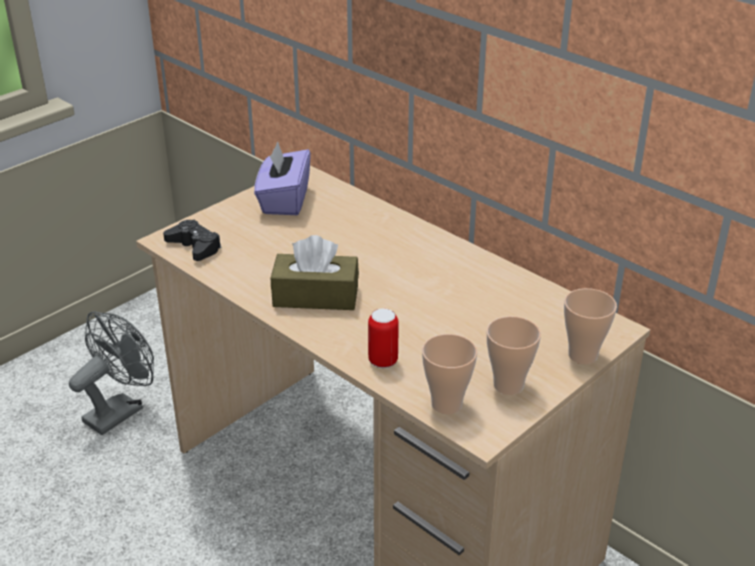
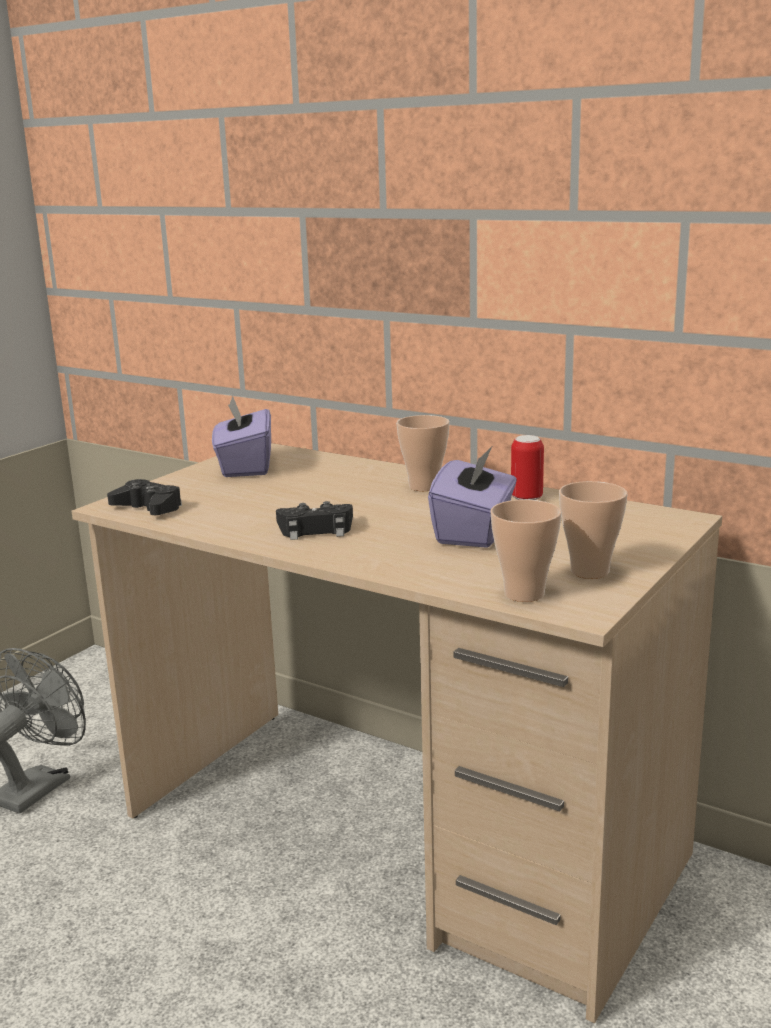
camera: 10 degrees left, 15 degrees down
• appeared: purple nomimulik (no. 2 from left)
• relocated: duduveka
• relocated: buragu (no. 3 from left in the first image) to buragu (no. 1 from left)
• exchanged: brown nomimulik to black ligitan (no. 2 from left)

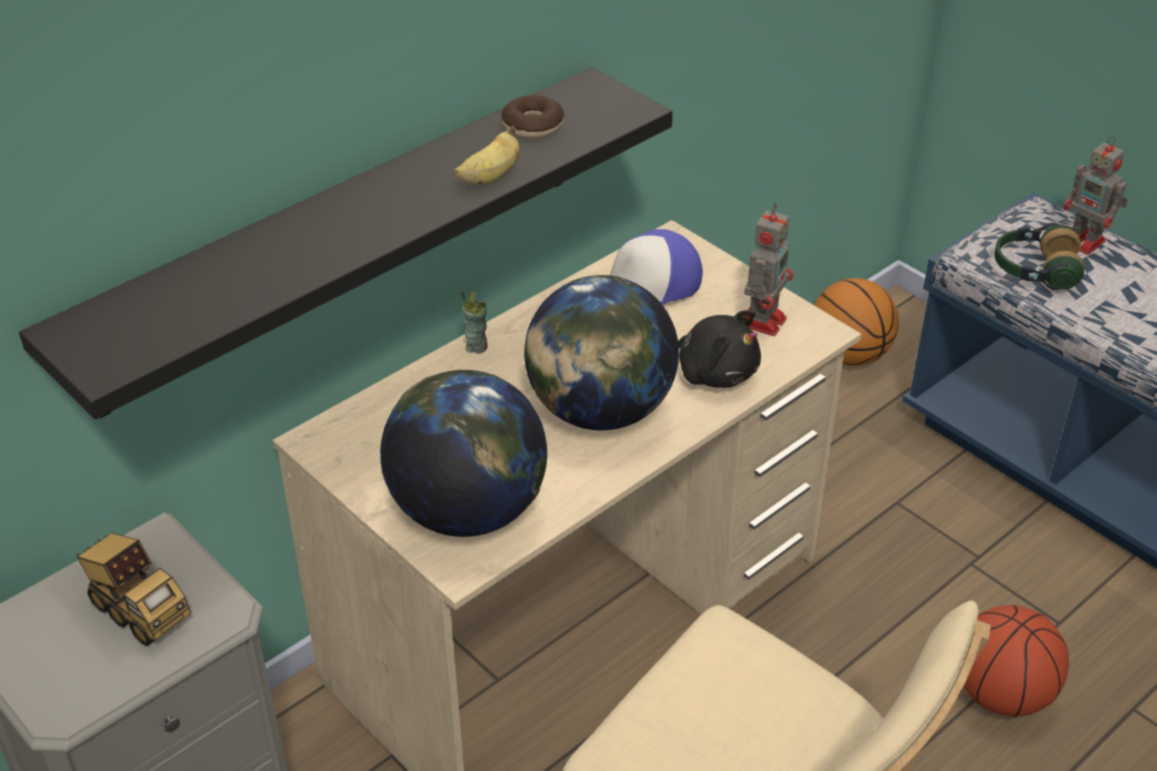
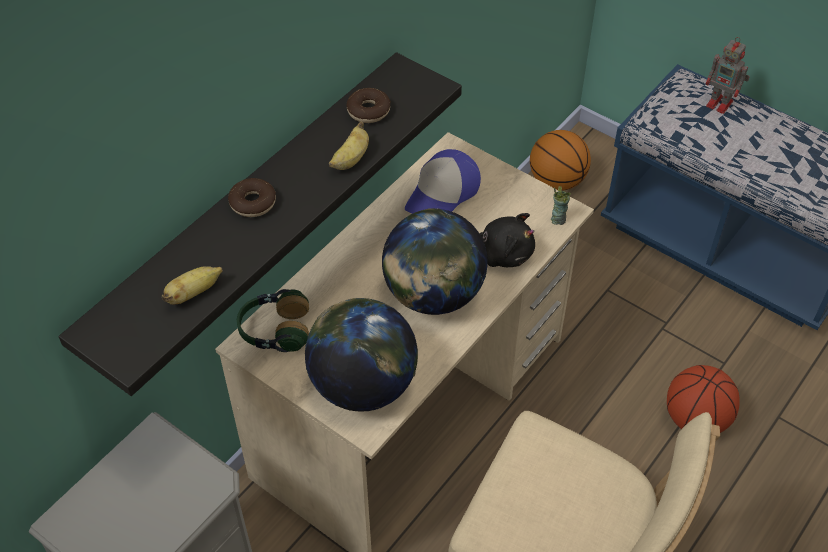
camera: 10 degrees left, 10 degrees up
• missing: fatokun
• missing: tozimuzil (no. 1 from left)
• appeared: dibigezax (no. 1 from left)
• appeared: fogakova (no. 1 from left)
• relocated: buragu
• relocated: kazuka

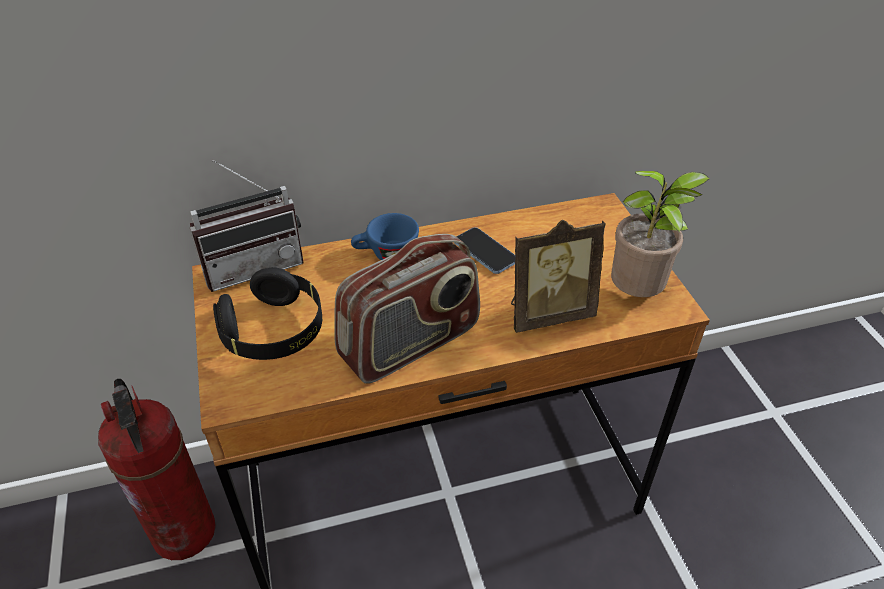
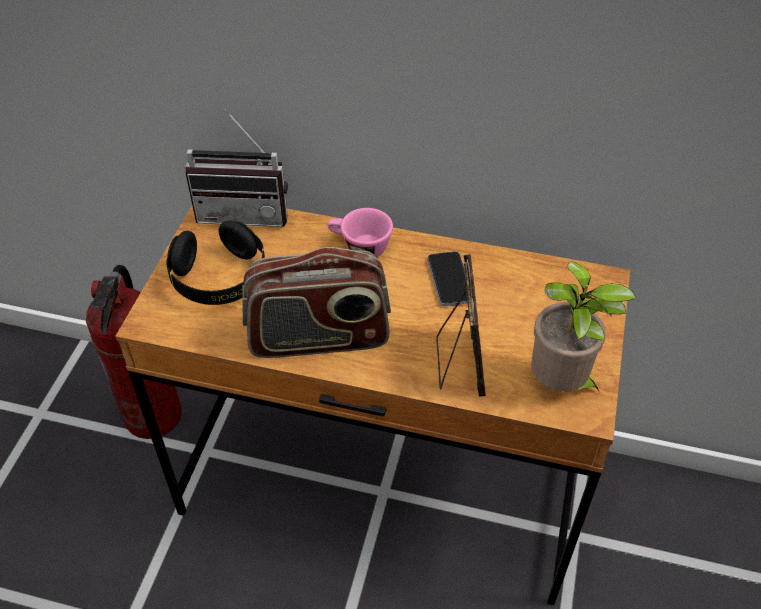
camera: 30 degrees right, 5 degrees up
• colour: blue buragu to pink buragu
• spun: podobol 105 degrees counterclockwise

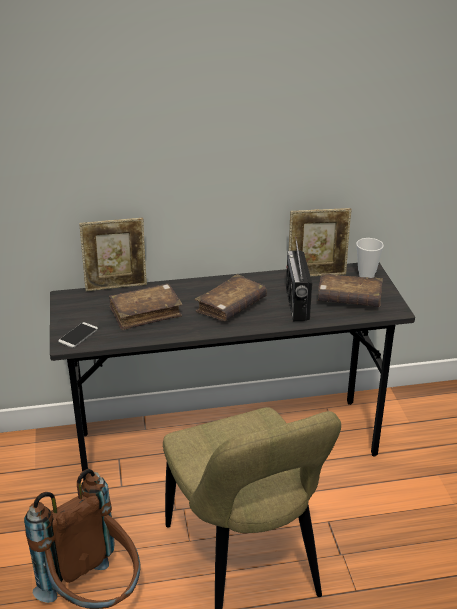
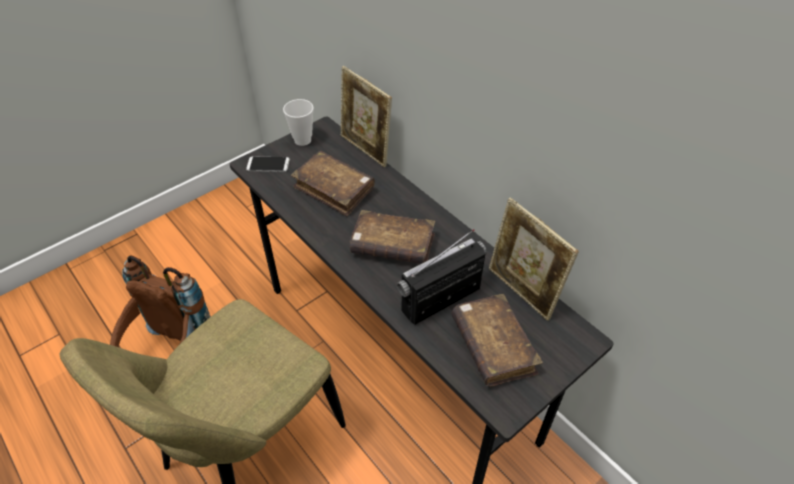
camera: 60 degrees right, 15 degrees up
• relocated: buragu

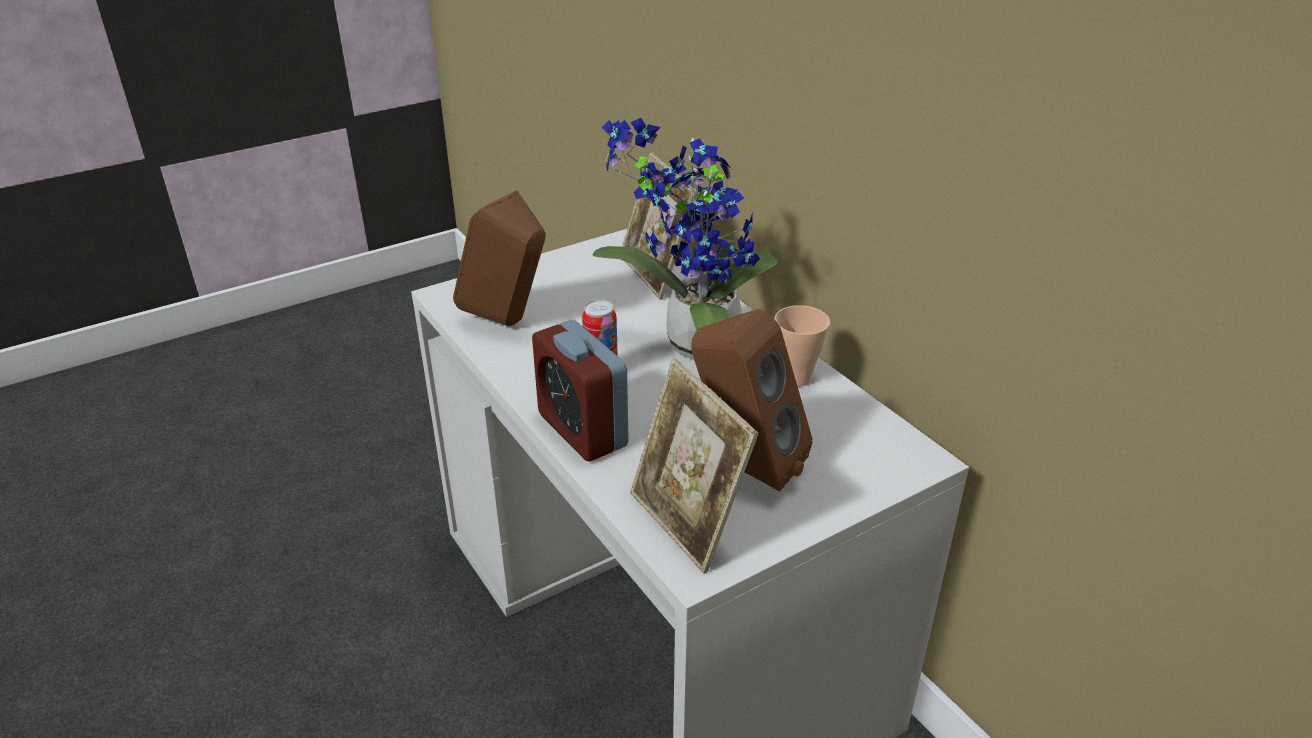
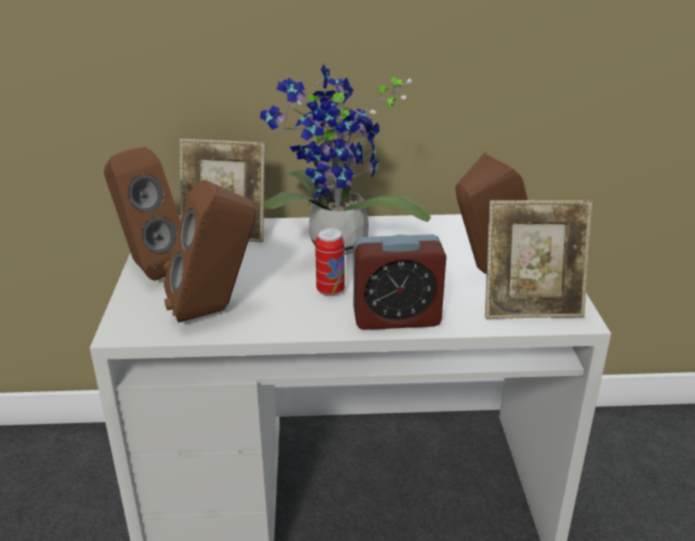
camera: 60 degrees left, 5 degrees down
• missing: buragu
• appeared: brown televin (no. 1 from left)

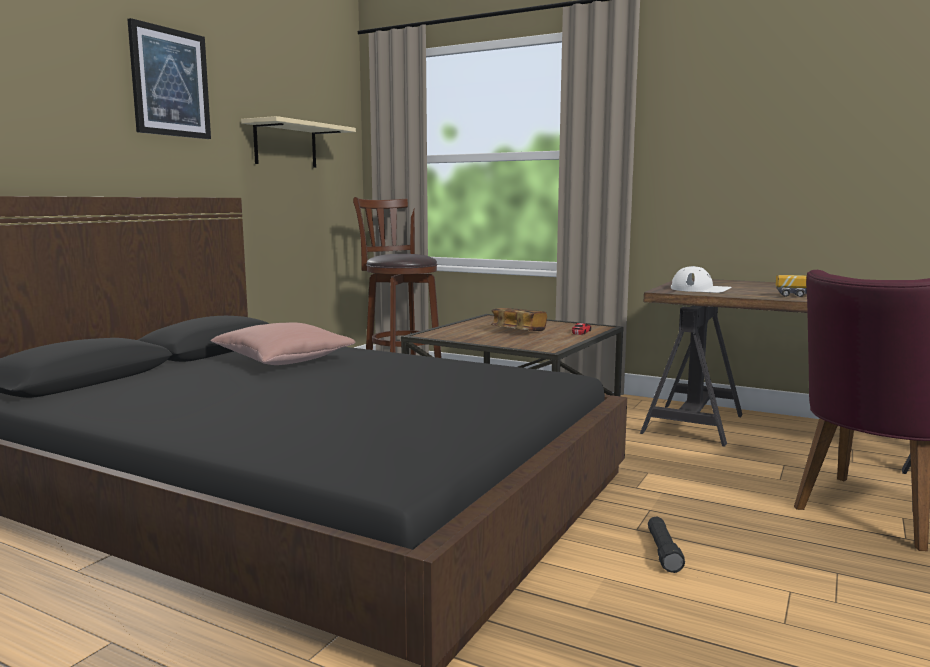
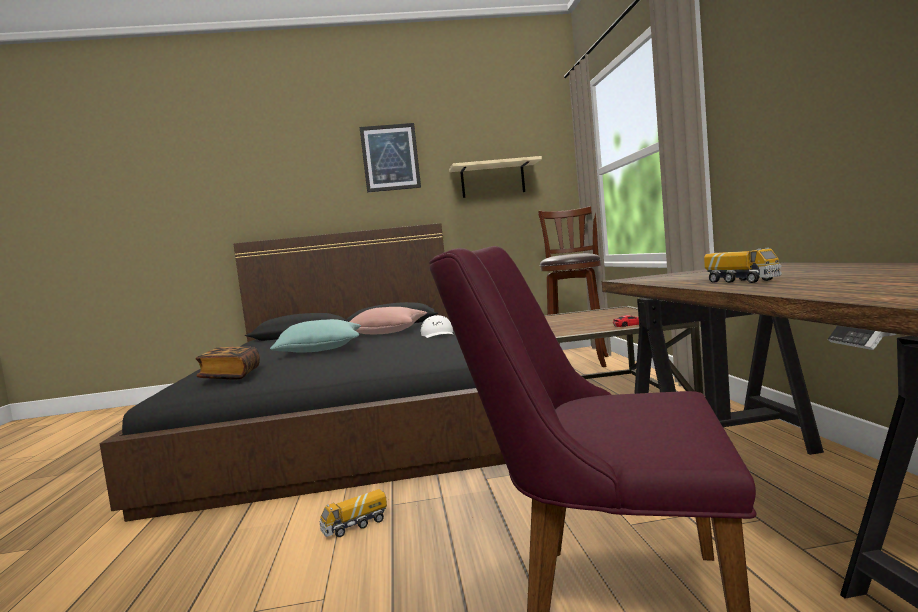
camera: 55 degrees right, 5 degrees down
• appeared: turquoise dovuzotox
• relocated: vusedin
• relocated: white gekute
• exchanged: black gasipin to fatokun (no. 1 from left)

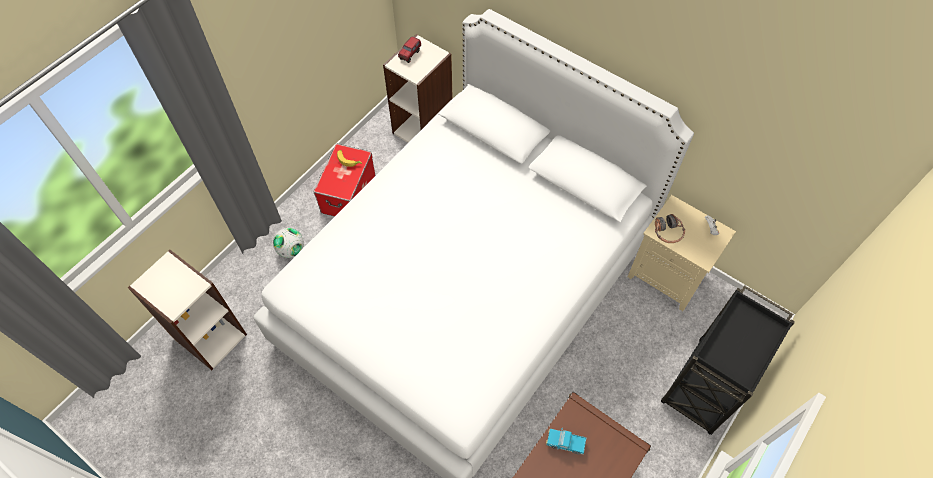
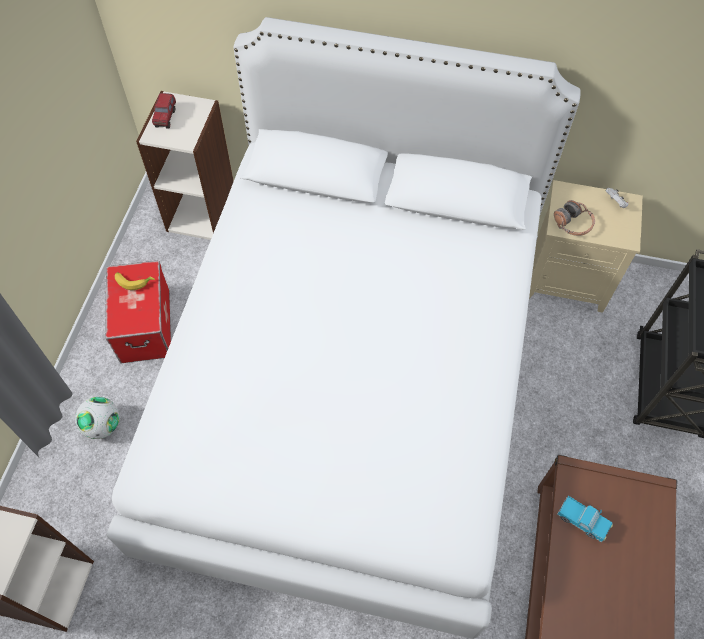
camera: 25 degrees left, 0 degrees up
• spun: fatokun (no. 2 from left) 135 degrees counterclockwise

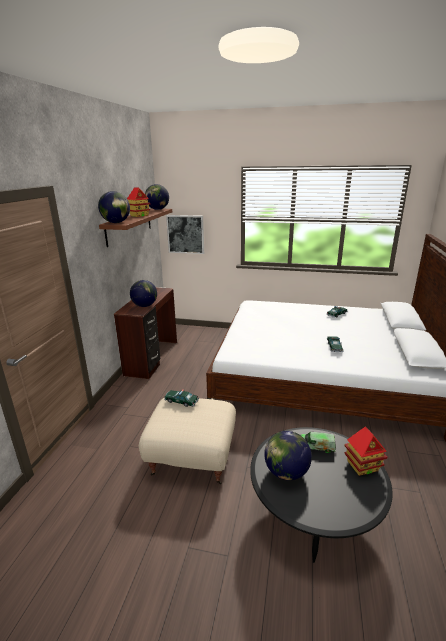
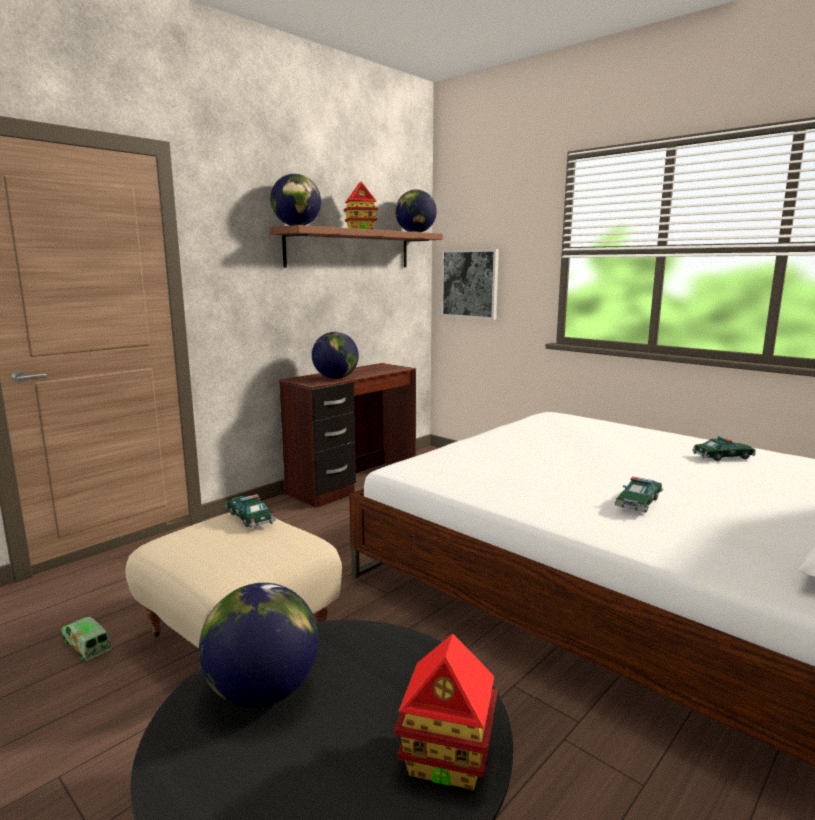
camera: 30 degrees right, 10 degrees down
• relocated: fatokun

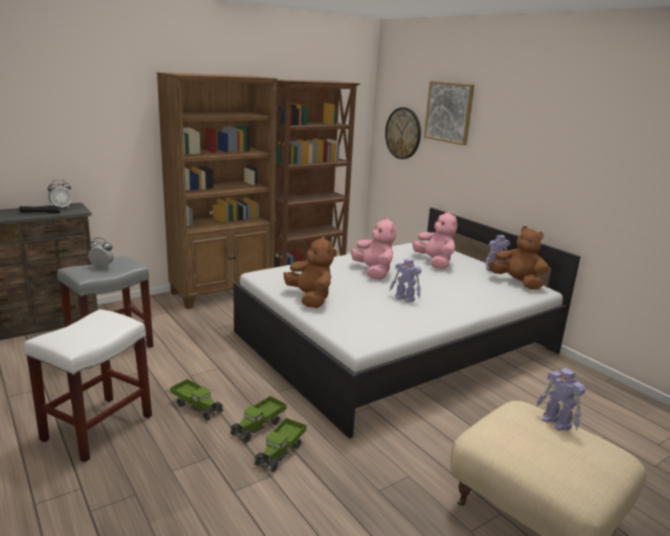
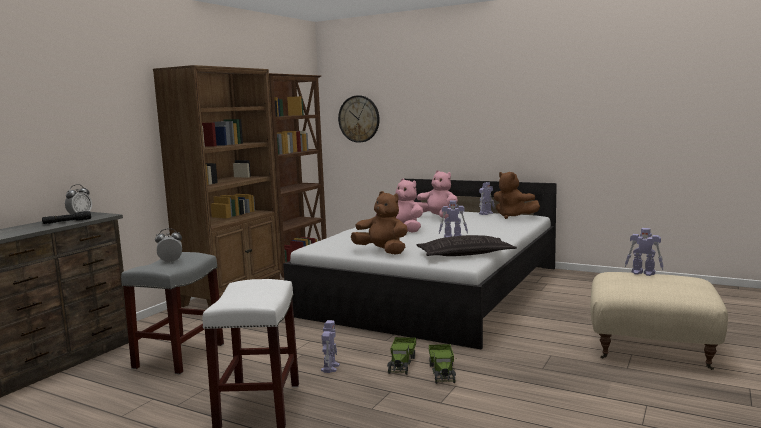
camera: 25 degrees left, 10 degrees down
• missing: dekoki
• appeared: dovuzotox
• exchanged: fatokun (no. 1 from left) to tozimuzil (no. 1 from left)
• spun: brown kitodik (no. 2 from left) 150 degrees counterclockwise

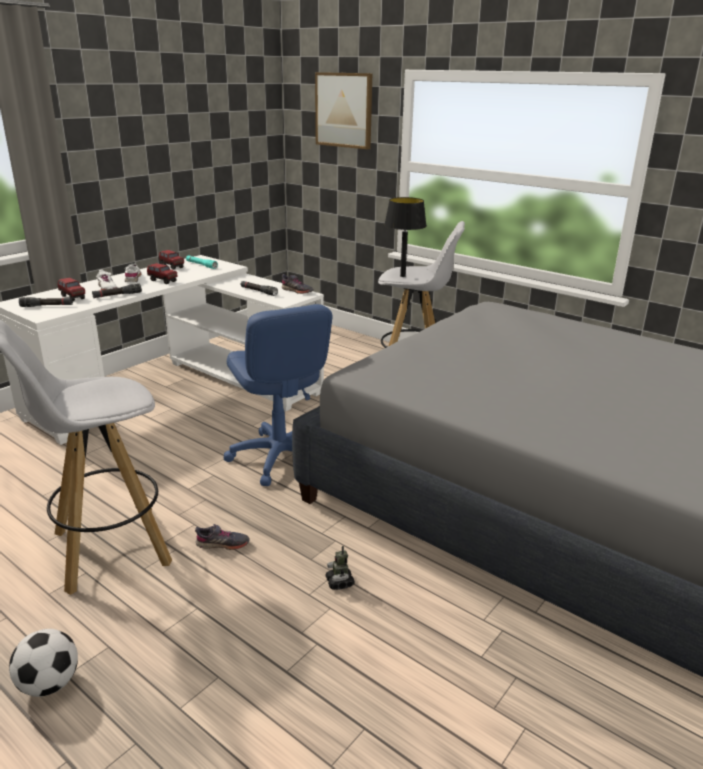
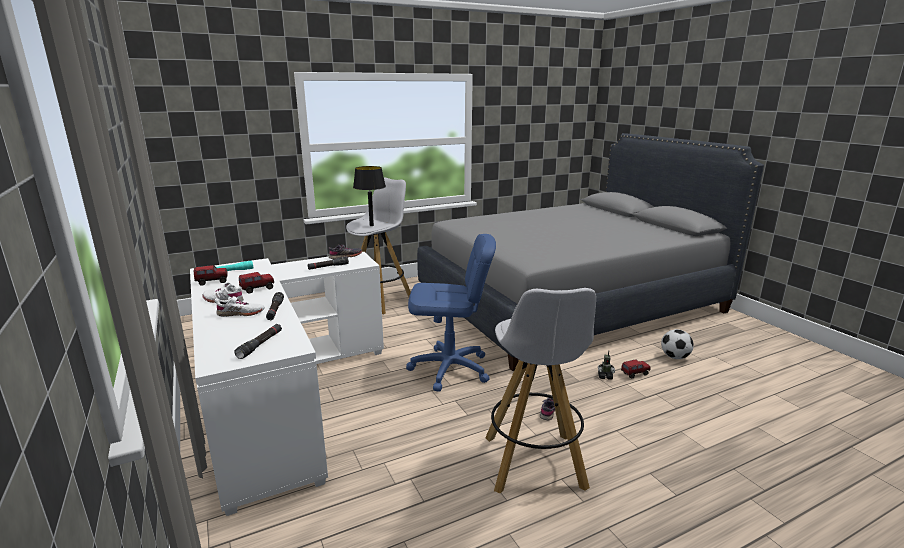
camera: 65 degrees left, 5 degrees down
• missing: dekoki
• relocated: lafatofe
• relocated: fatokun (no. 1 from left in the first image) to fatokun (no. 3 from left)

